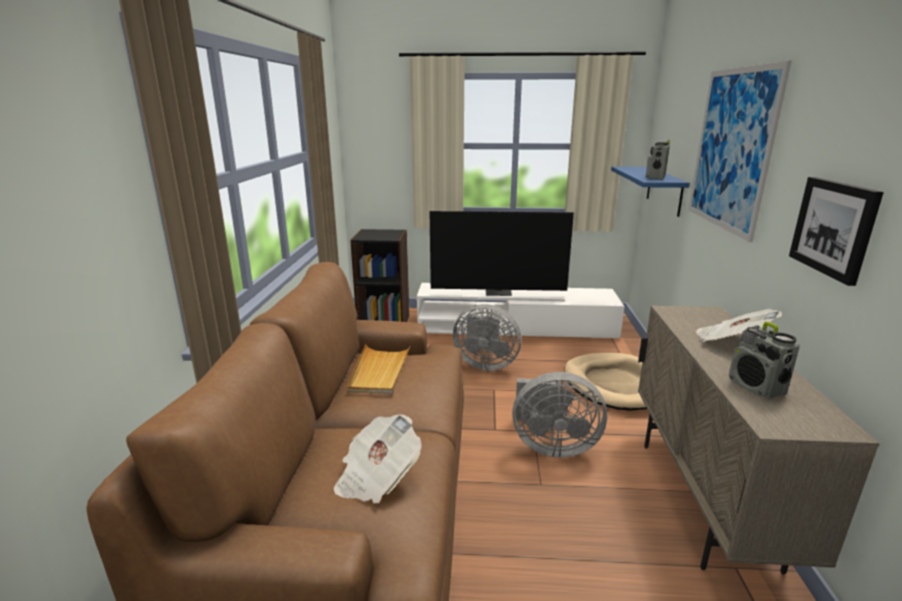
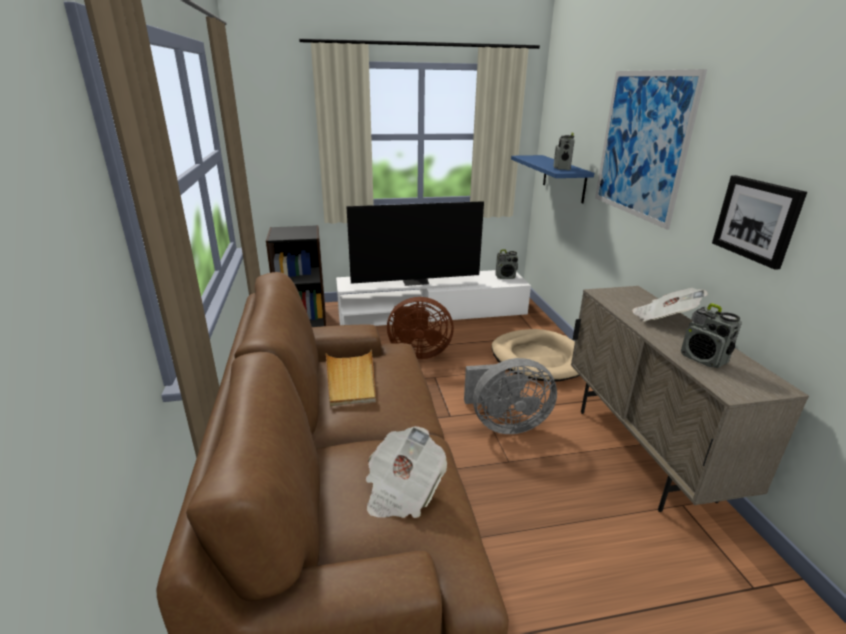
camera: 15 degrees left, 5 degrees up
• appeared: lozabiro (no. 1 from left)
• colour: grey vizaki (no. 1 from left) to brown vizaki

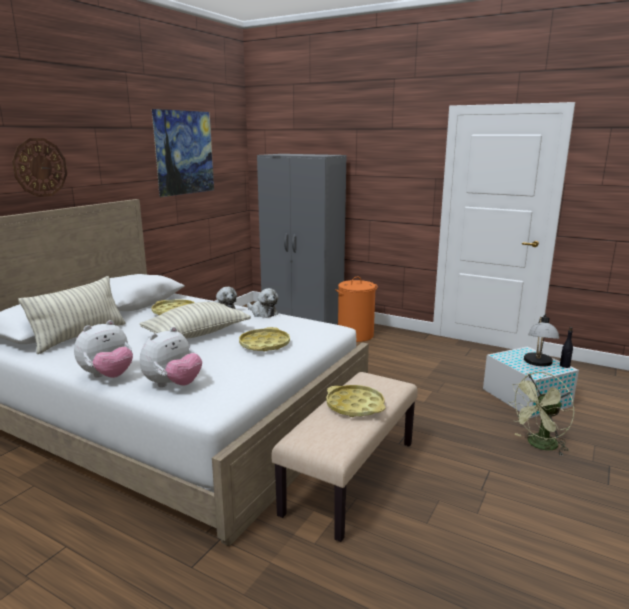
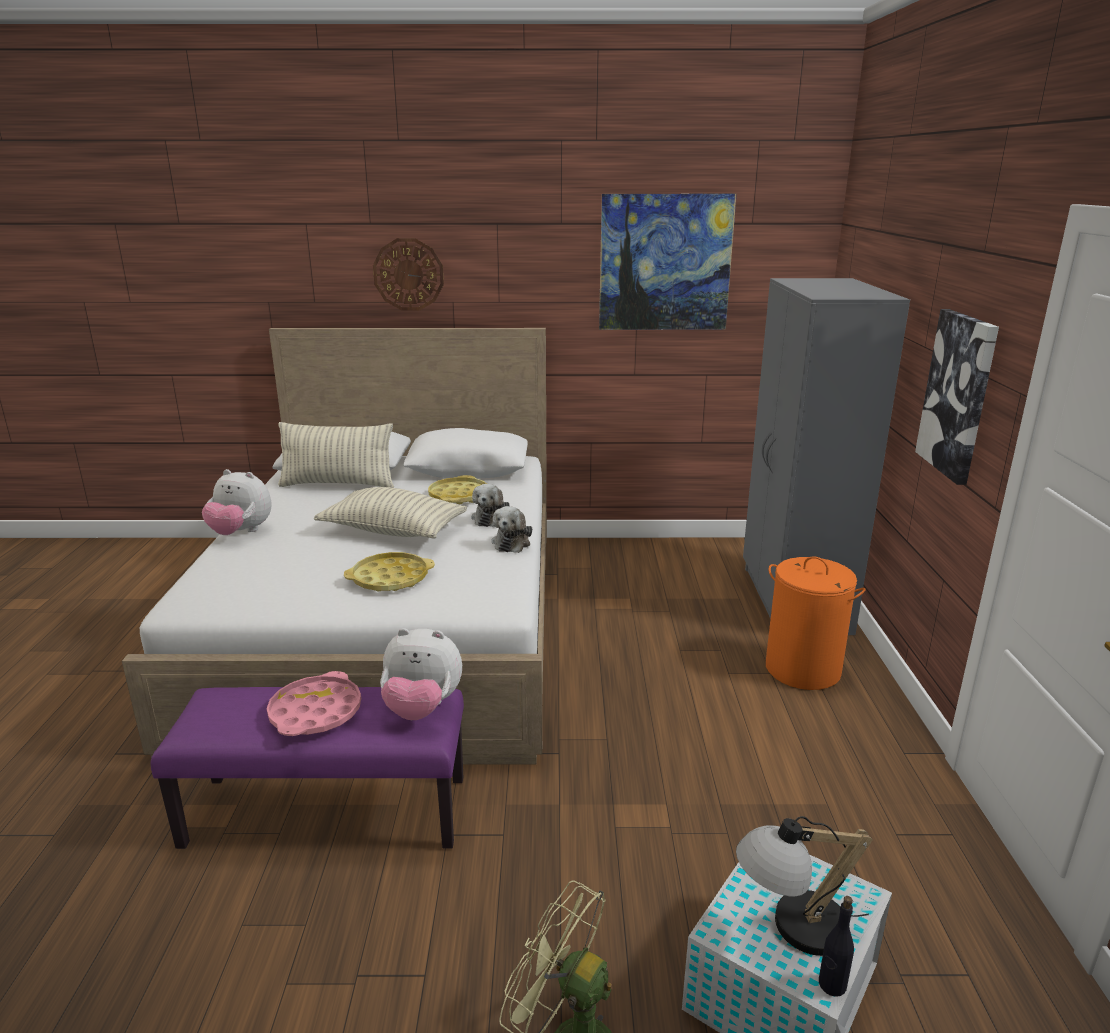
camera: 60 degrees right, 5 degrees up
• appeared: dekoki (no. 2 from left)
• relocated: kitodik (no. 2 from left)
• colour: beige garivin to purple garivin
• colour: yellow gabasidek (no. 3 from left) to pink gabasidek

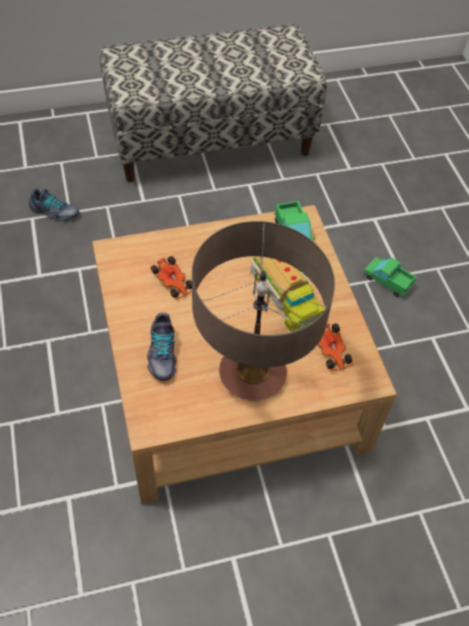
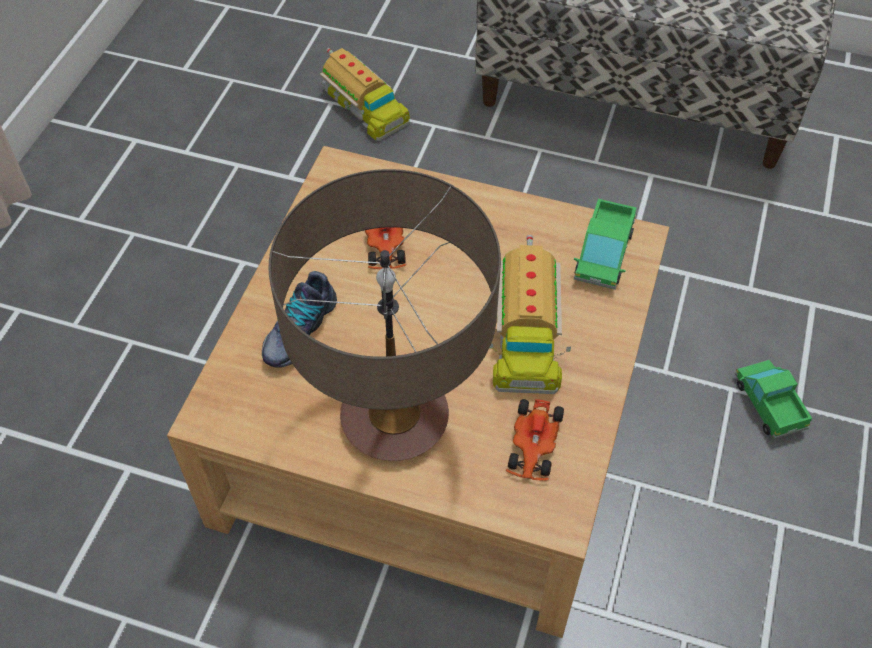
camera: 35 degrees right, 0 degrees up
• exchanged: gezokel (no. 1 from left) to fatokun (no. 1 from left)

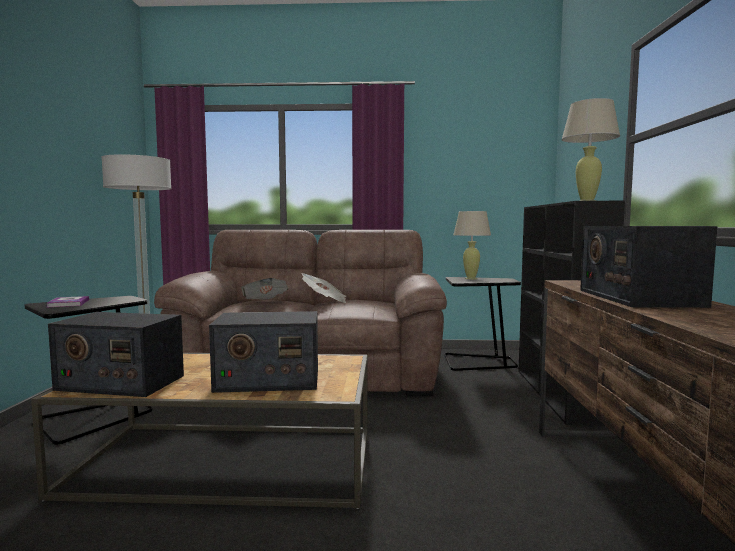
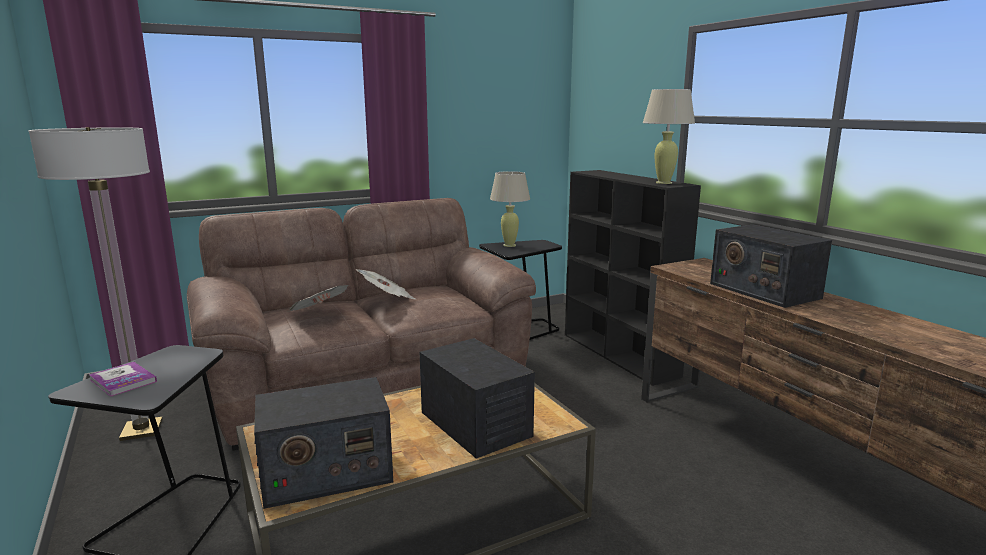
camera: 30 degrees left, 10 degrees up
• spun: lozabiro (no. 2 from left) 90 degrees counterclockwise

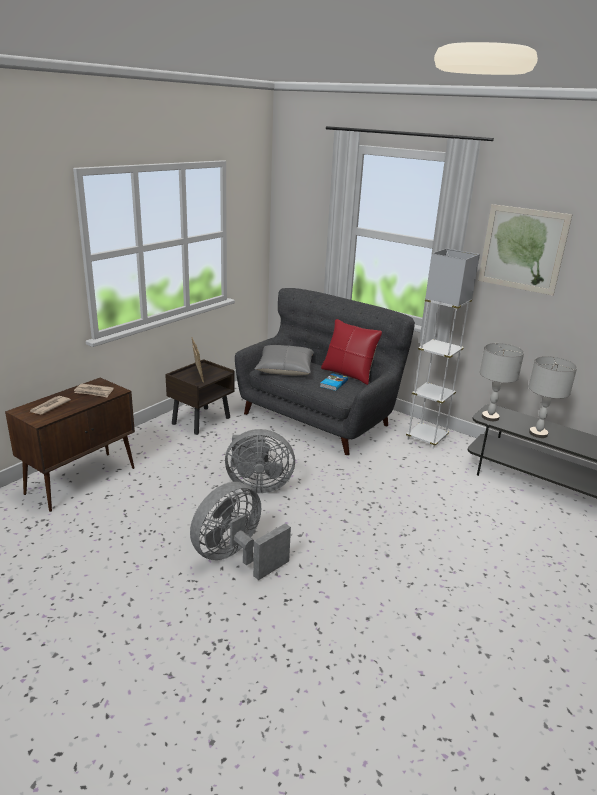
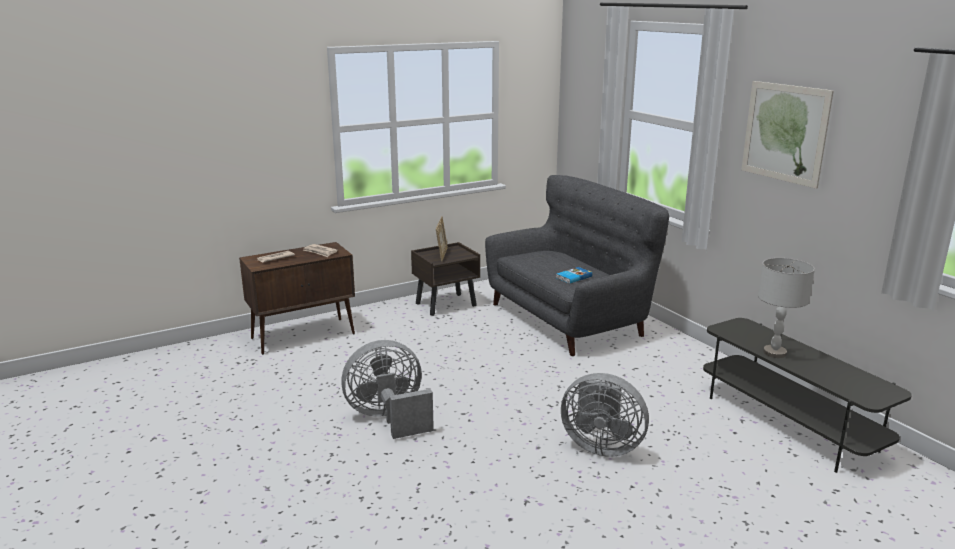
camera: 25 degrees right, 5 degrees down
• missing: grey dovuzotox
• missing: red dovuzotox
• missing: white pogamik
• missing: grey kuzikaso (no. 1 from left)
• relocated: grey vizaki (no. 2 from left)

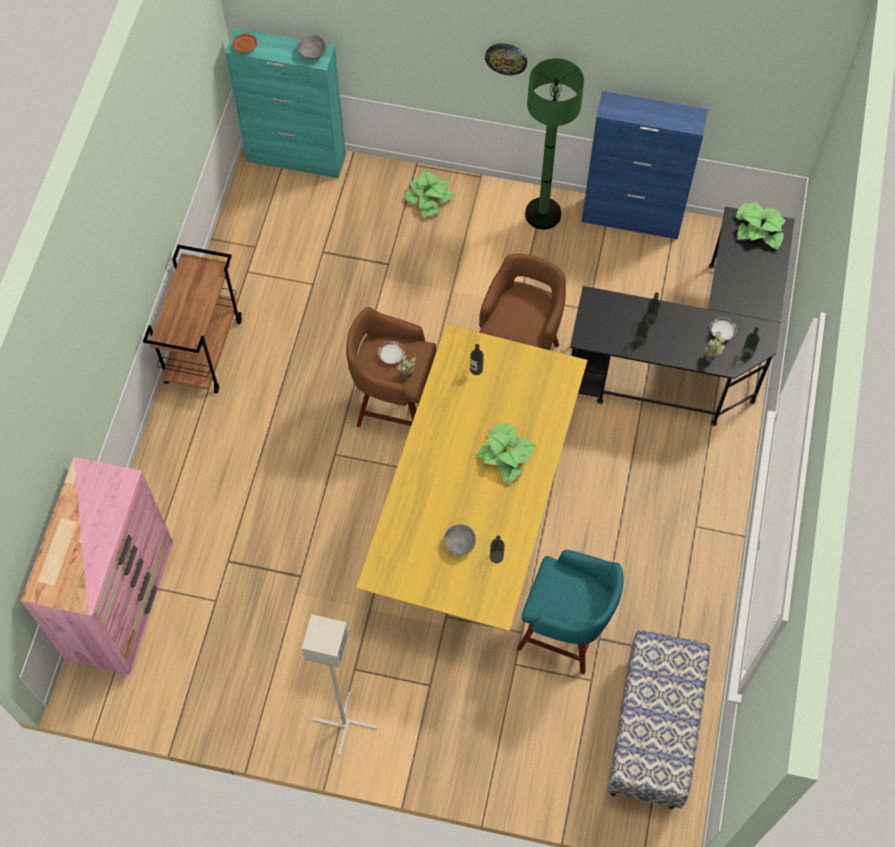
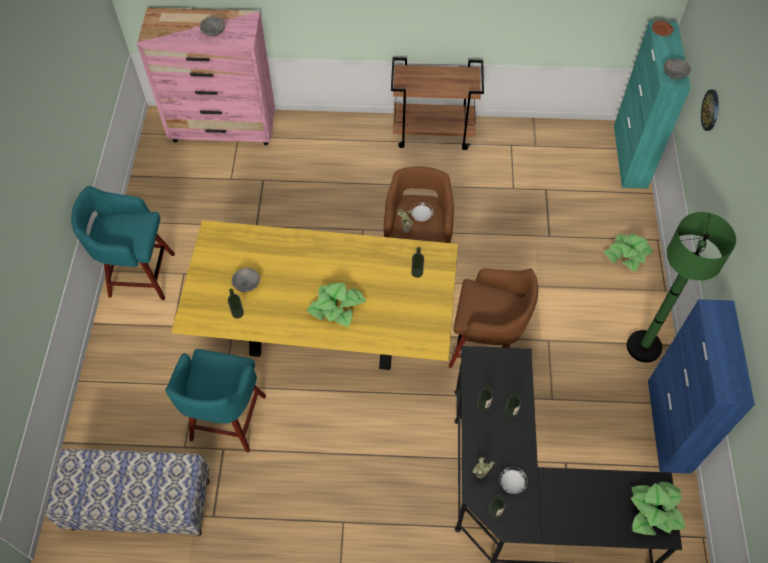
camera: 80 degrees right, 5 degrees down
• appeared: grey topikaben (no. 1 from left)
• relocated: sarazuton
• exchanged: grey pogamik to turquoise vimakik (no. 1 from left)

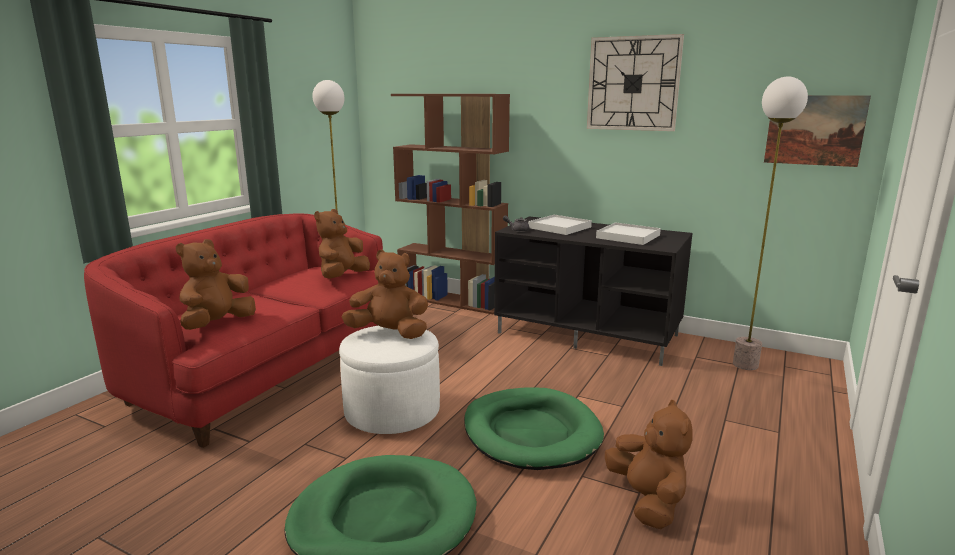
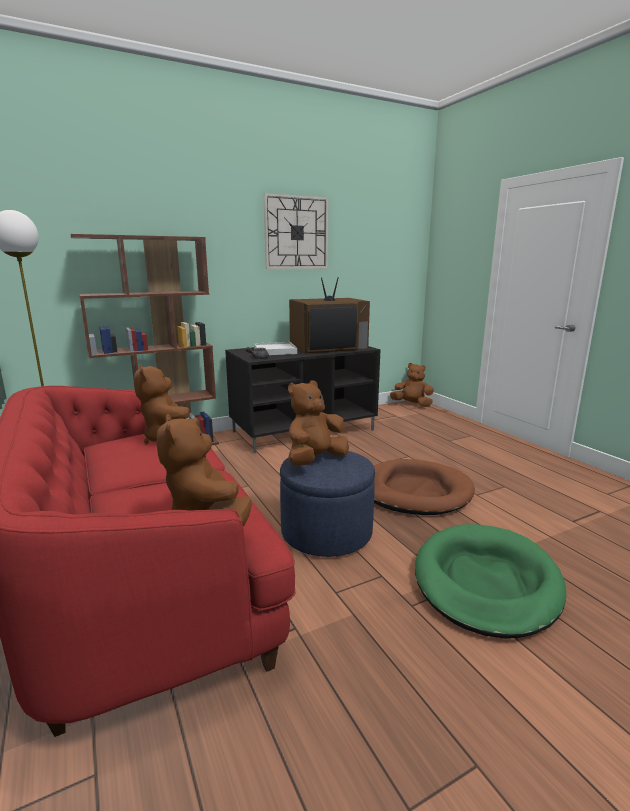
camera: 55 degrees left, 0 degrees up
• missing: pogamik (no. 2 from left)
• missing: dekoki
• relocated: brown kitodik (no. 4 from left)
• exchanged: white gabasidek (no. 2 from left) to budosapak
• colour: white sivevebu to blue sivevebu
• colour: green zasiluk (no. 2 from left) to brown zasiluk

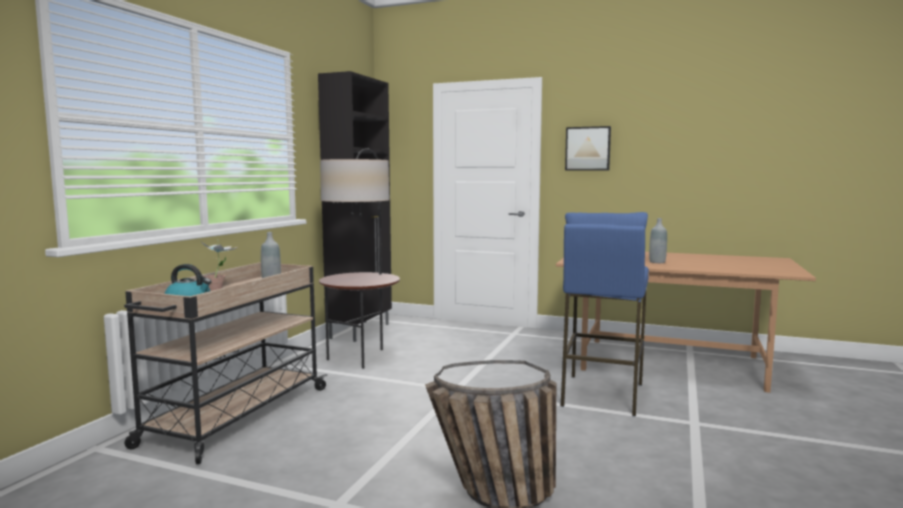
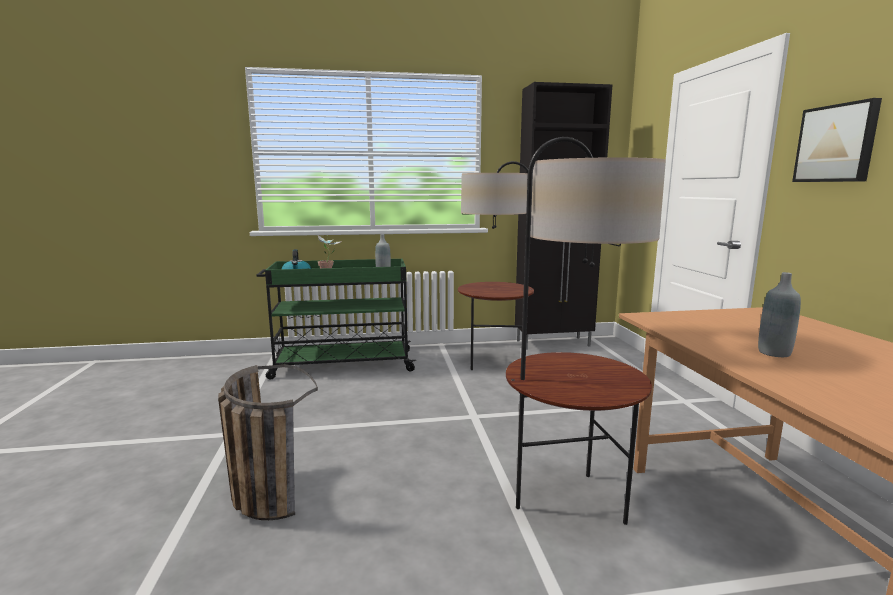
camera: 60 degrees right, 5 degrees up
• exchanged: blue vimakik to pogamik (no. 2 from left)
• colour: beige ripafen to green ripafen

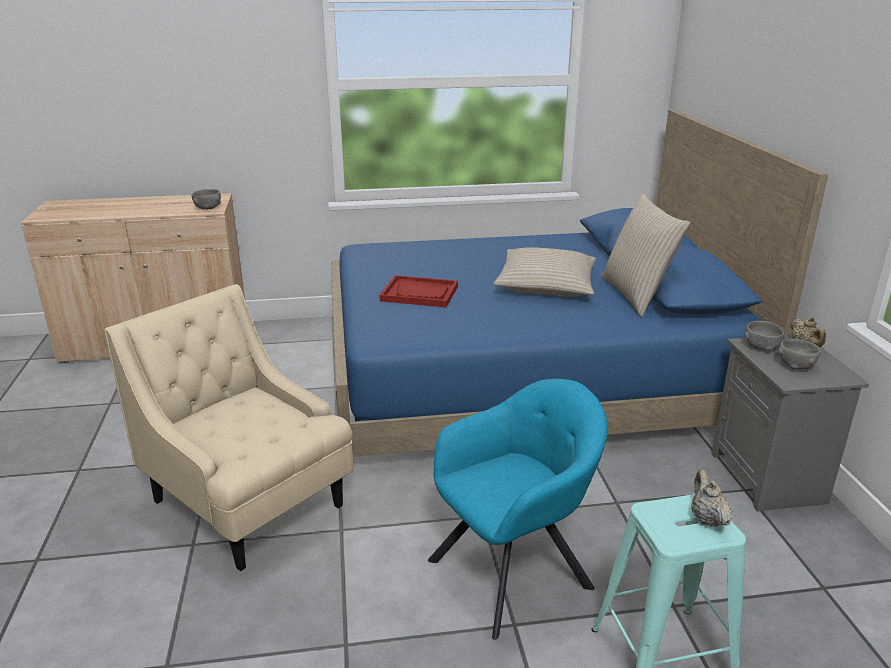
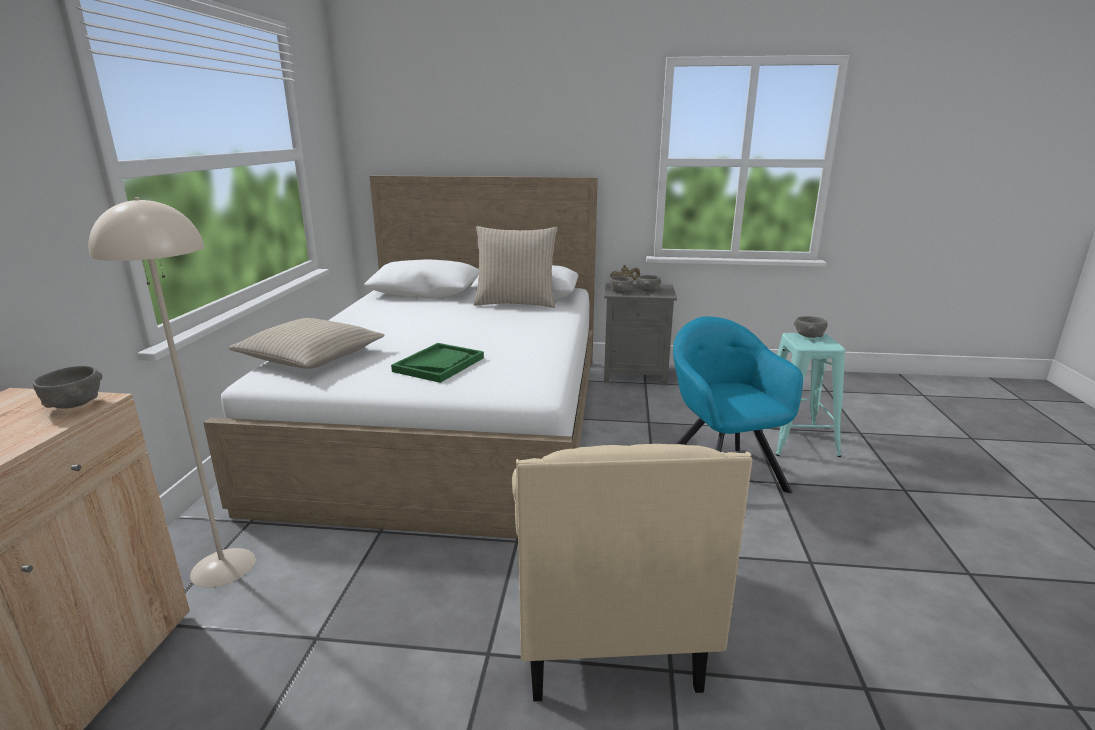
camera: 75 degrees left, 5 degrees down
• appeared: beige pogamik
• relocated: beige dovuzotox (no. 1 from left)
• exchanged: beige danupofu (no. 1 from left) to grey topikaben (no. 4 from left)
• colour: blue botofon to white botofon
• colour: red gabasidek to green gabasidek
• spun: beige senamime 60 degrees counterclockwise

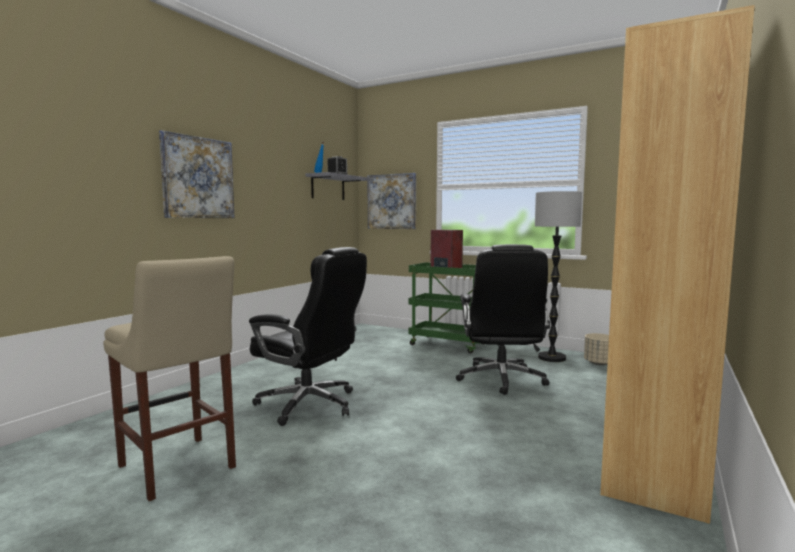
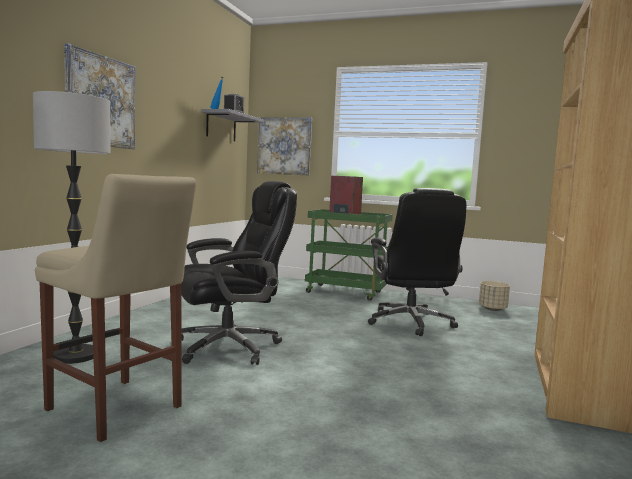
camera: 10 degrees left, 0 degrees up
• relocated: pogamik
• spun: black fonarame (no. 1 from left) 45 degrees counterclockwise

